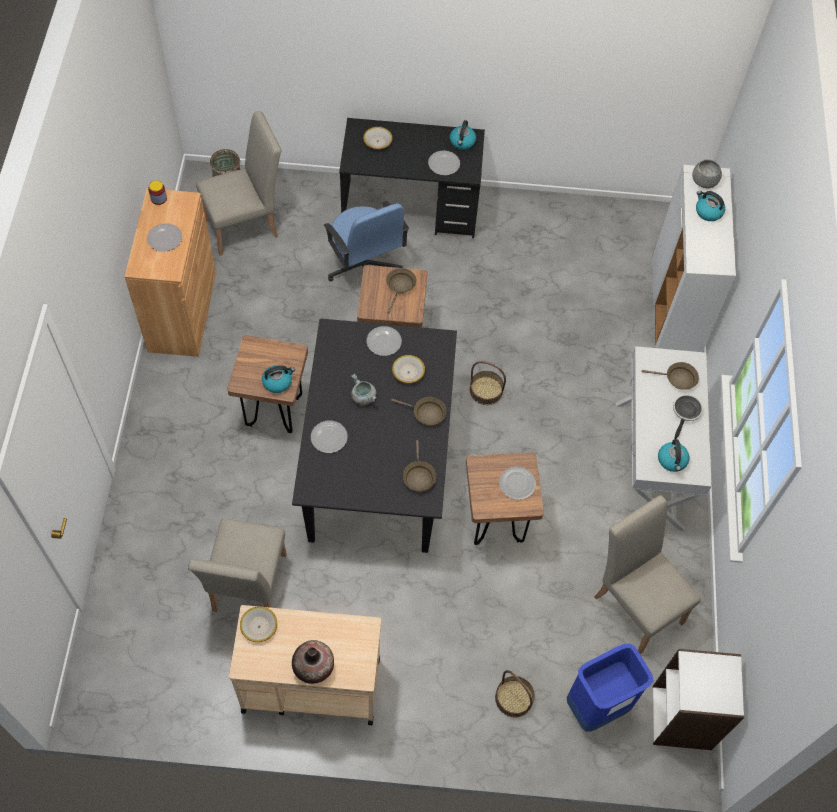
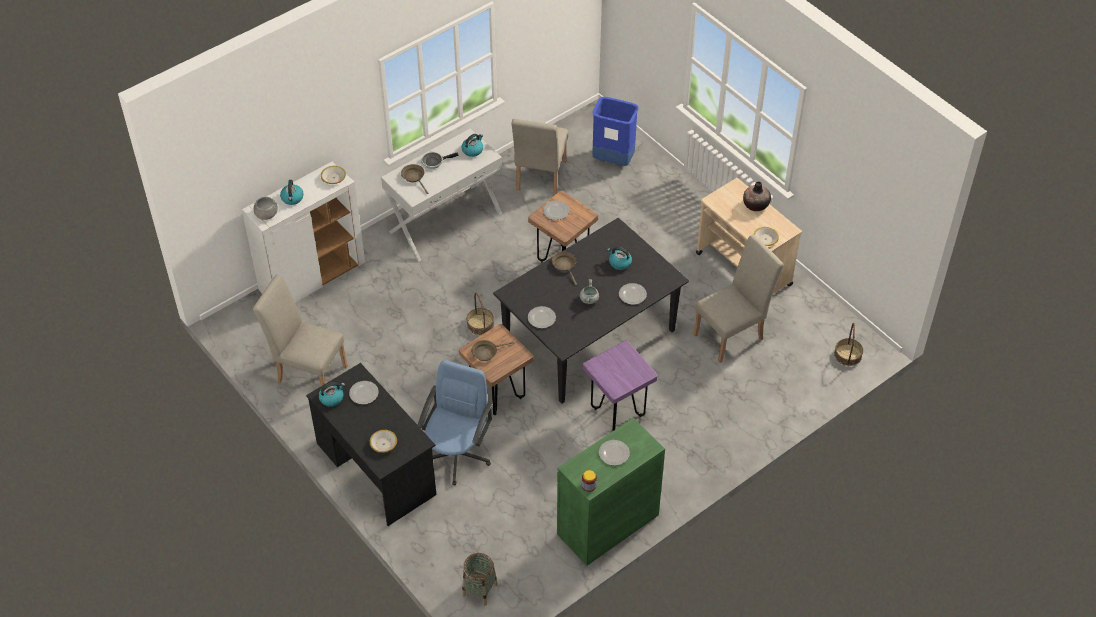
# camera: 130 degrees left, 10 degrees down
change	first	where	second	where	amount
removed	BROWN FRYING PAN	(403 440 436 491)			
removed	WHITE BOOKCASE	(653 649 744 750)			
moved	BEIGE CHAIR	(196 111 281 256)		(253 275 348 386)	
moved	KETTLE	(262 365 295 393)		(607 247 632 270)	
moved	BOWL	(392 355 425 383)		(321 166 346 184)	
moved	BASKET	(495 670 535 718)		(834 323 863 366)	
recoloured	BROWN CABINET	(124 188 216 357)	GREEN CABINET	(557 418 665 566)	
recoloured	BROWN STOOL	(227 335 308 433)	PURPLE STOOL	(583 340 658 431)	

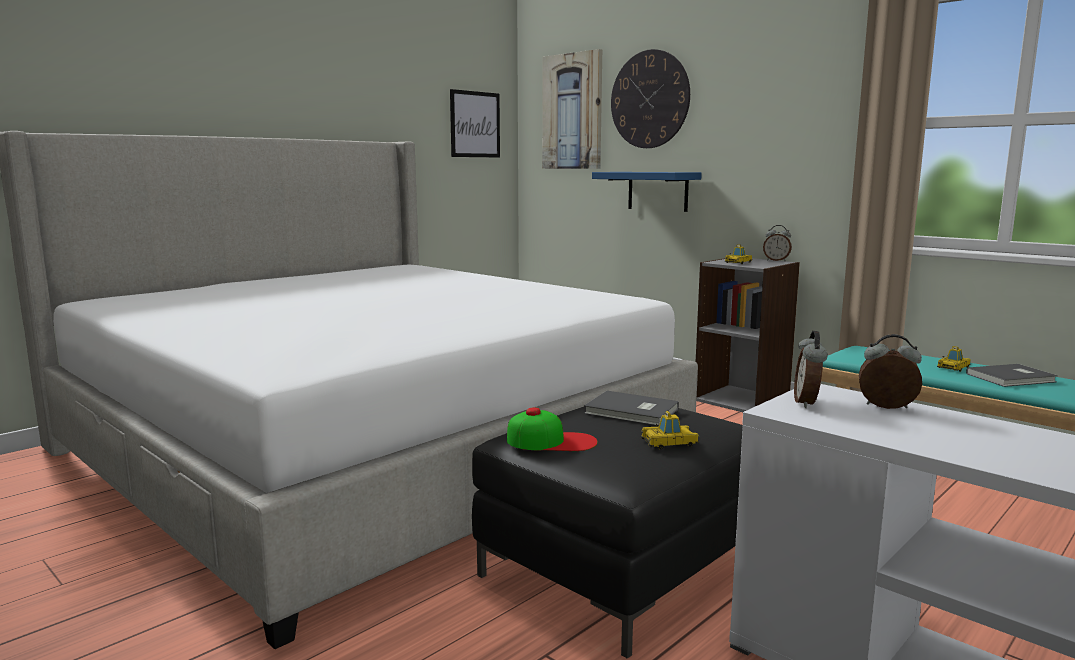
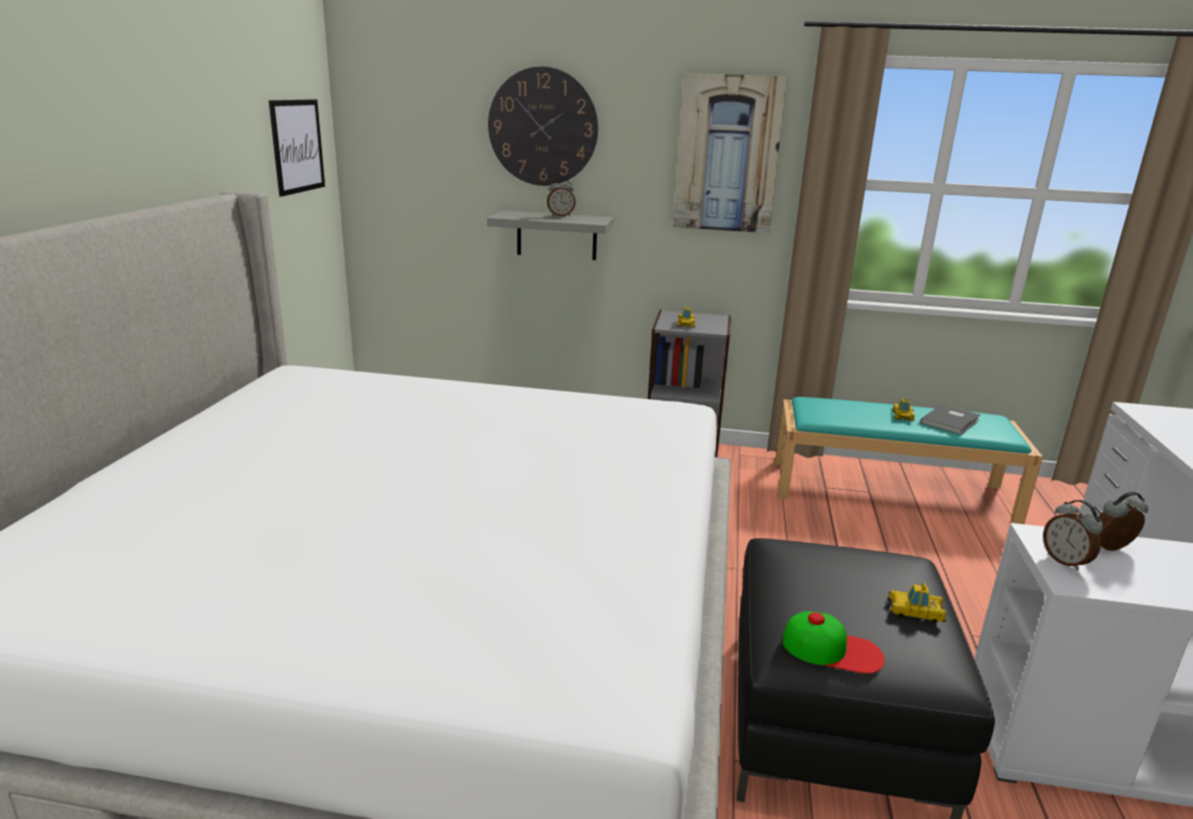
# camera: 35 degrees left, 10 degrees up
change	first	where	second	where	amount
removed	GREY BOOK	(584 391 679 426)			
moved	PICTURE	(542 49 602 169)		(673 73 787 233)	
moved	ALARM CLOCK	(763 225 792 261)		(547 178 575 217)	
recoloured	BLUE SHELF	(592 172 702 212)	GREY SHELF	(487 210 614 260)	
turned	CAP	(507 407 598 451)		(783 611 885 674)	45 degrees clockwise
turned	TOY CAR	(641 411 699 450)		(888 583 947 624)	120 degrees counterclockwise

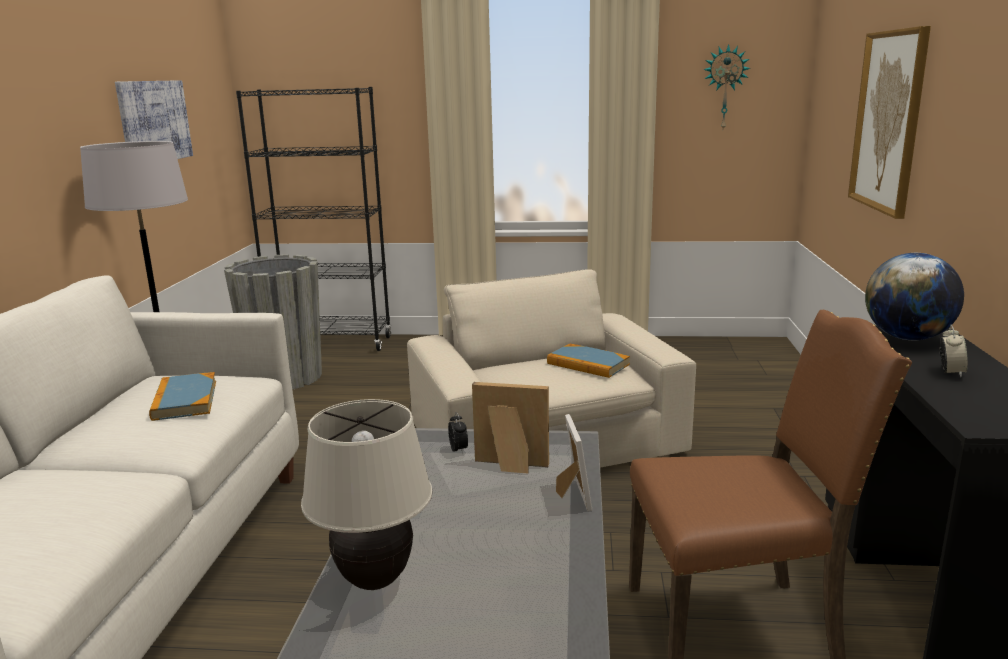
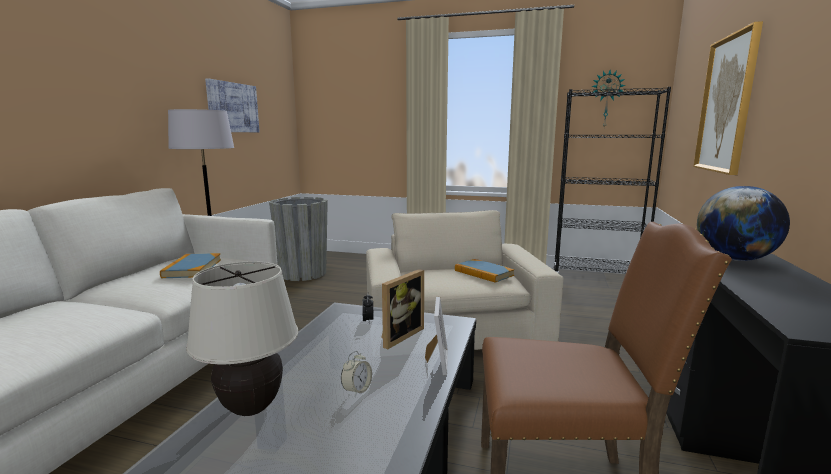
# camera: 10 degrees right, 5 degrees down
change	first	where	second	where	amount
moved	BLACK BOOKCASE	(236 87 392 351)		(553 87 671 273)	
moved	ALARM CLOCK	(939 325 968 377)		(341 351 372 397)	
turned	PICTURE FRAME	(472 382 549 474)		(381 269 424 349)	105 degrees clockwise

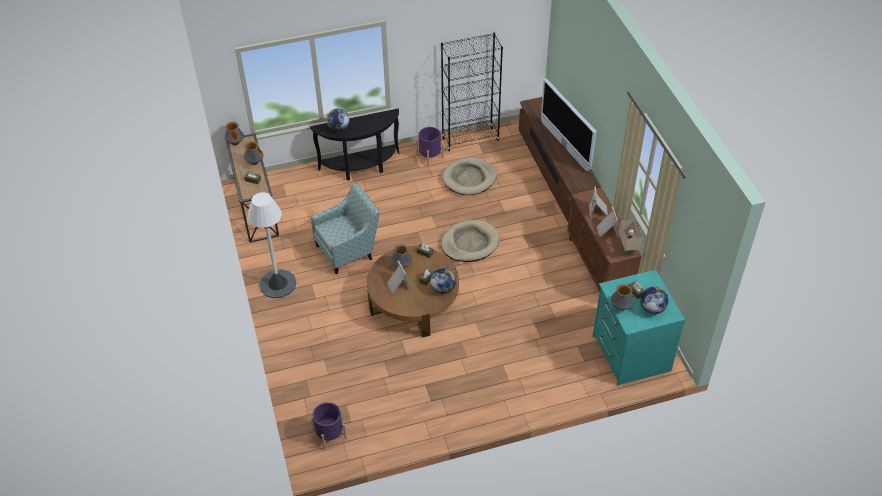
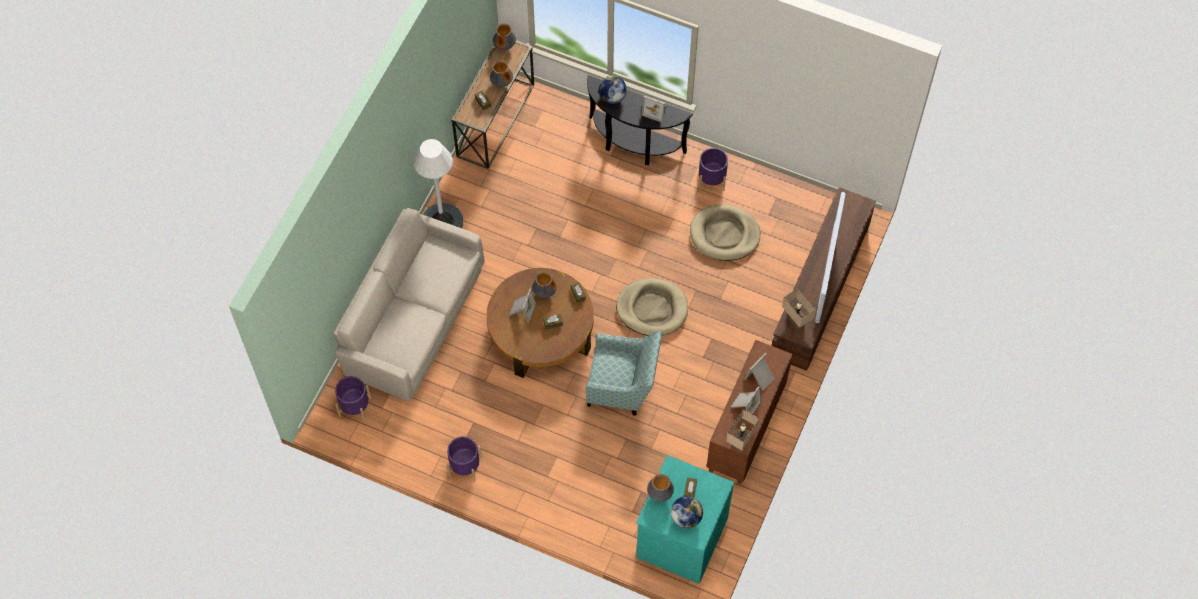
# camera: 40 degrees right, 15 degrees up
change	first	where	second	where	amount
removed	GLOBE	(430 268 456 294)			
removed	BLACK BOOKCASE	(441 33 503 151)			
added			BEIGE SOFA	(333 208 485 402)	
added			PURPLE PLANTER	(447 436 482 482)	
added			PICTURE FRAME	(642 96 667 123)	
added			BEIGE TABLE LAMP	(782 288 816 329)	
moved	ARMCHAIR	(311 183 380 274)		(586 331 662 416)	

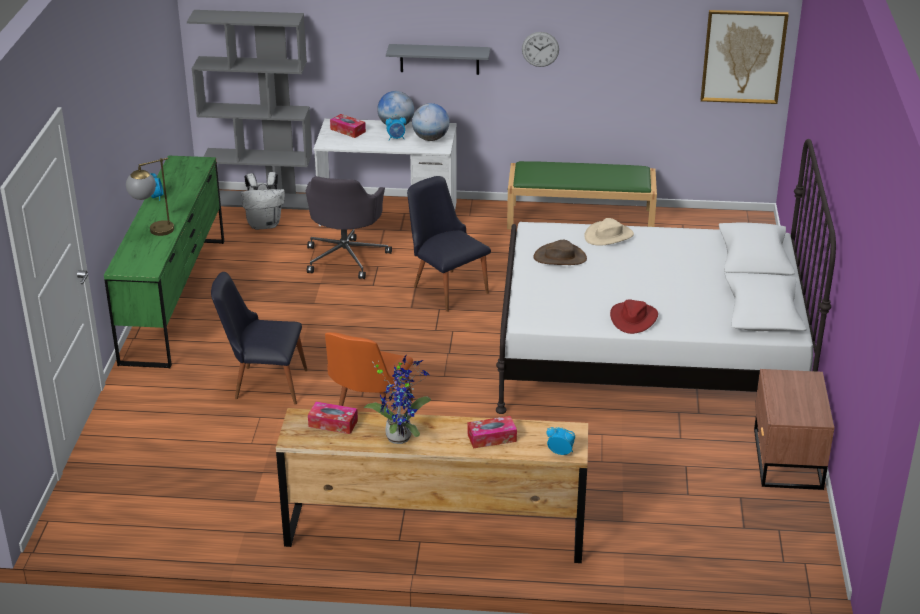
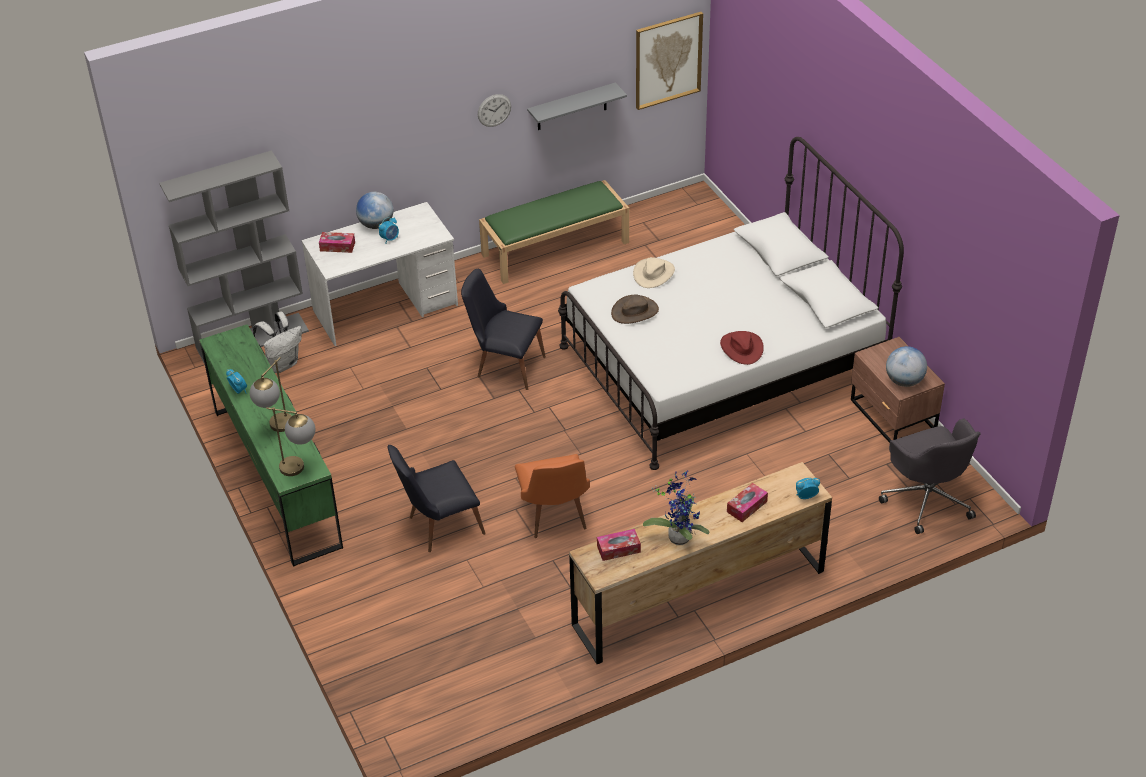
# camera: 30 degrees left, 10 degrees up
change	first	where	second	where	amount
added			TABLE LAMP	(266 407 315 476)	
moved	GREY OFFICE CHAIR	(306 176 392 279)		(879 419 980 534)	
moved	GREY SHELF	(386 44 490 75)		(527 83 627 130)	
moved	GLOBE	(412 103 449 141)		(886 346 927 387)	

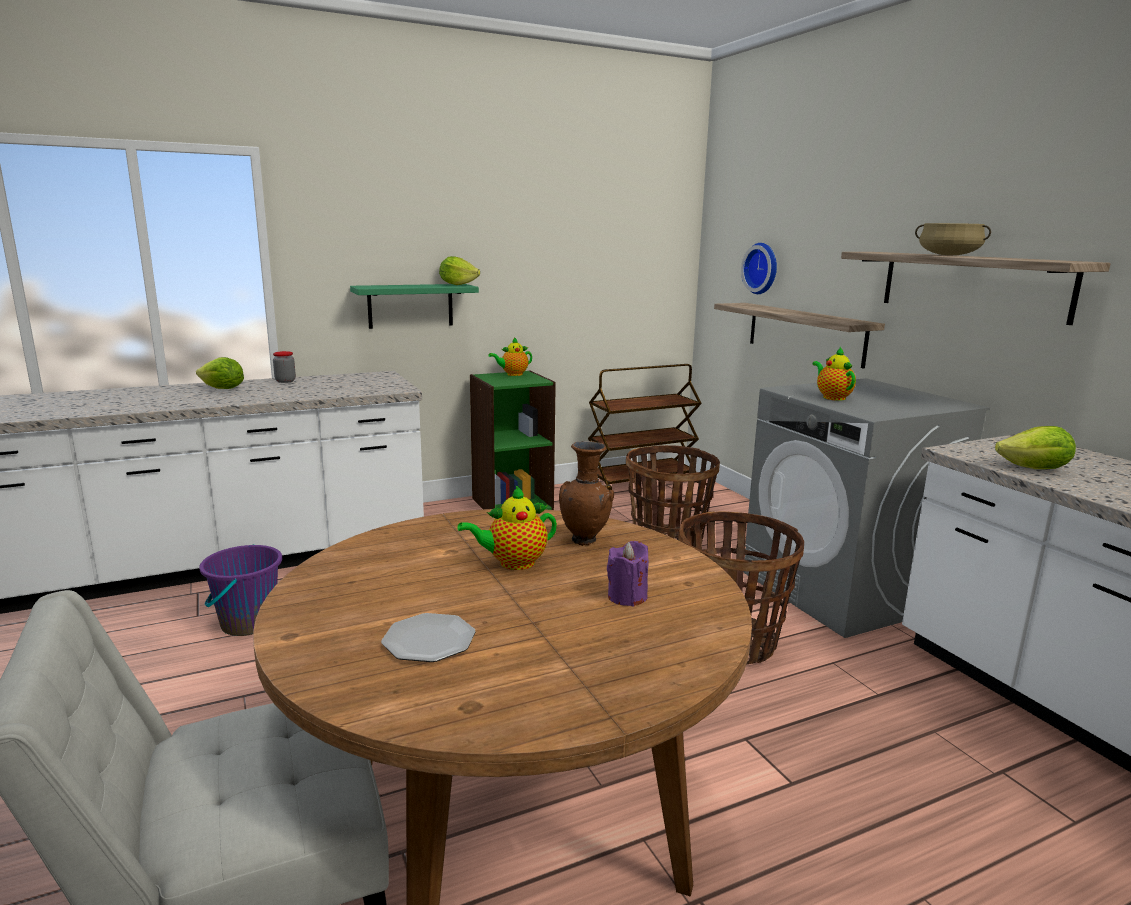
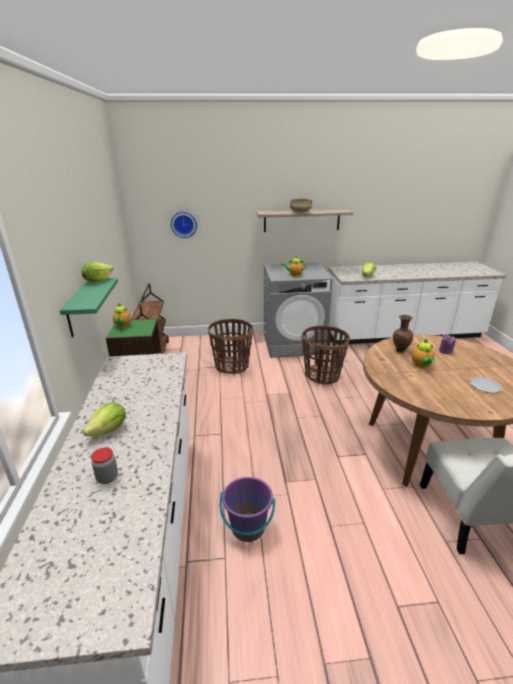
# camera: 70 degrees left, 10 degrees up
change	first	where	second	where	amount
removed	SHELF	(714 303 885 369)			
moved	JAR	(273 351 296 383)		(91 447 118 484)	

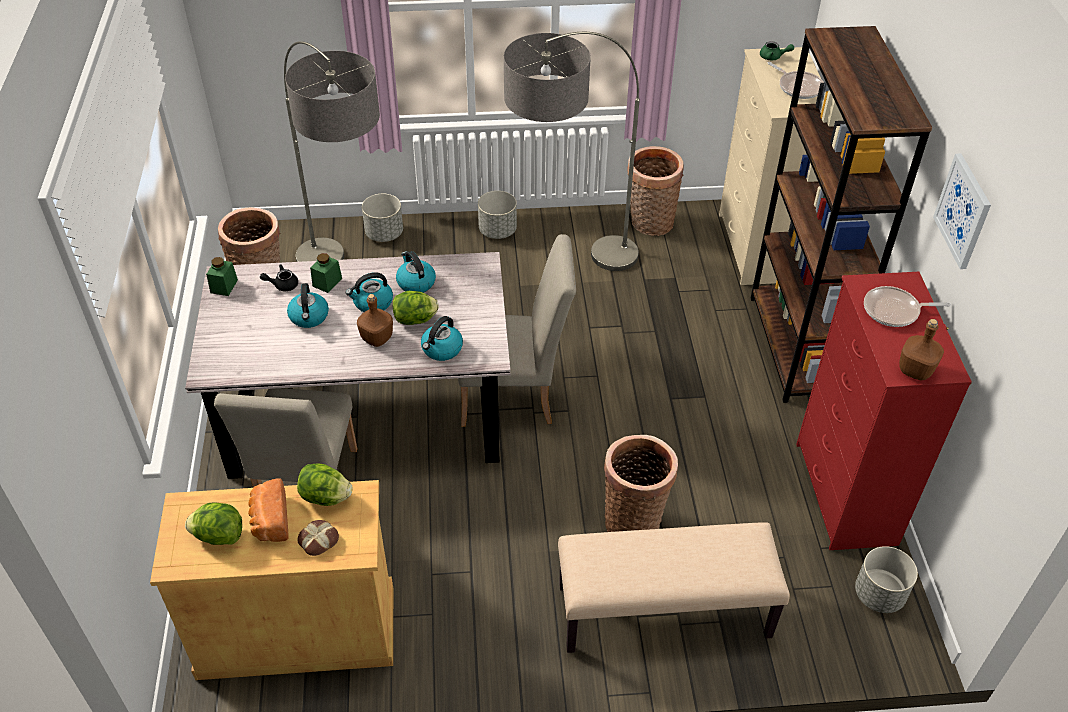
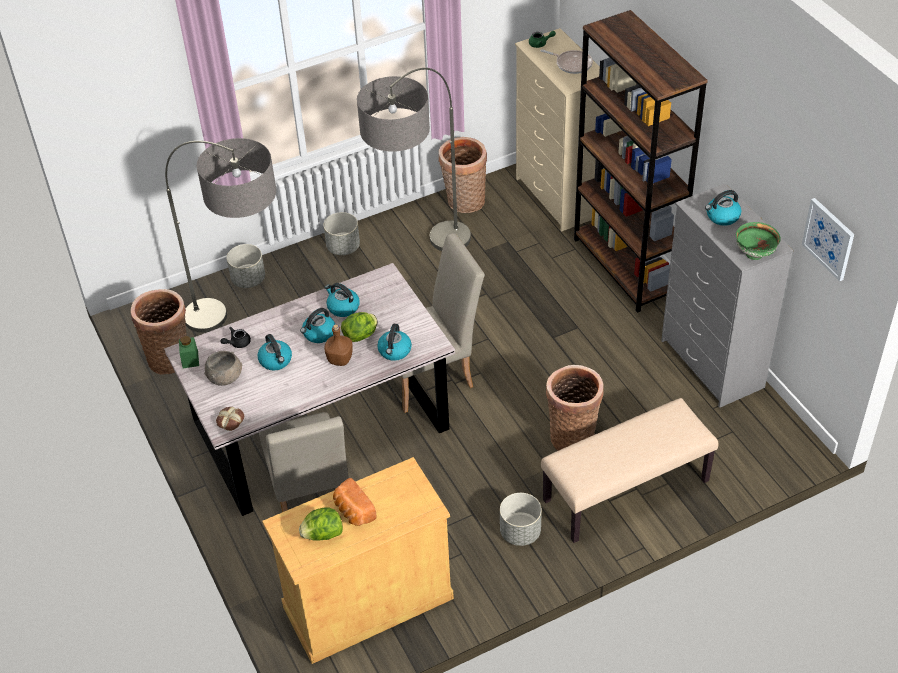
# camera: 20 degrees left, 0 degrees up
change	first	where	second	where	amount
removed	LETTUCE	(297 463 353 506)			
removed	GREEN JAR	(310 253 342 293)			
added			GREY BOWL	(204 351 243 386)	
moved	BREAD	(297 520 339 556)		(216 407 244 431)	
moved	GREY PLANTER	(855 546 918 613)		(500 493 542 546)	
moved	PICTURE	(933 153 991 269)		(802 198 854 281)	
replaced	FRYING PAN	(864 286 951 327)	KETTLE	(705 190 741 226)	
replaced	BROWN BOTTLE	(899 319 944 381)	GREEN BOWL	(736 222 781 260)	
recoloured	RED DRESSER	(796 272 972 550)	GREY DRESSER	(661 184 793 408)	

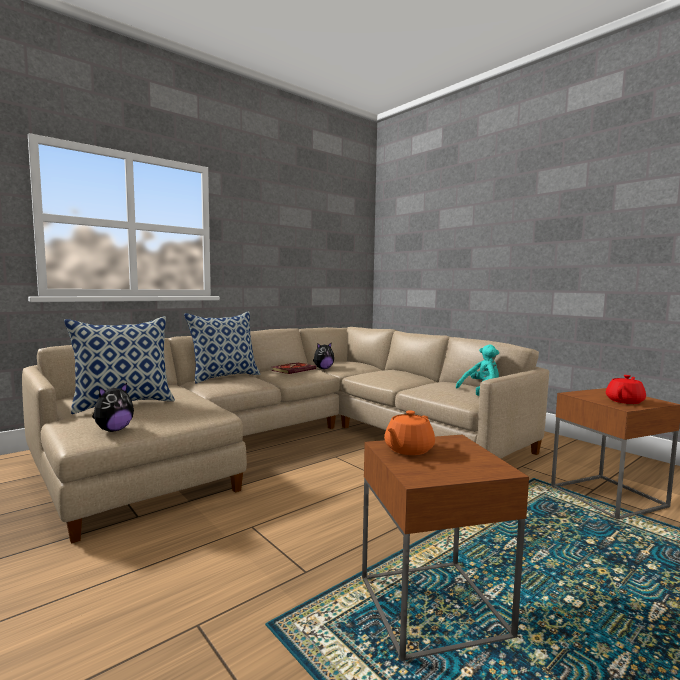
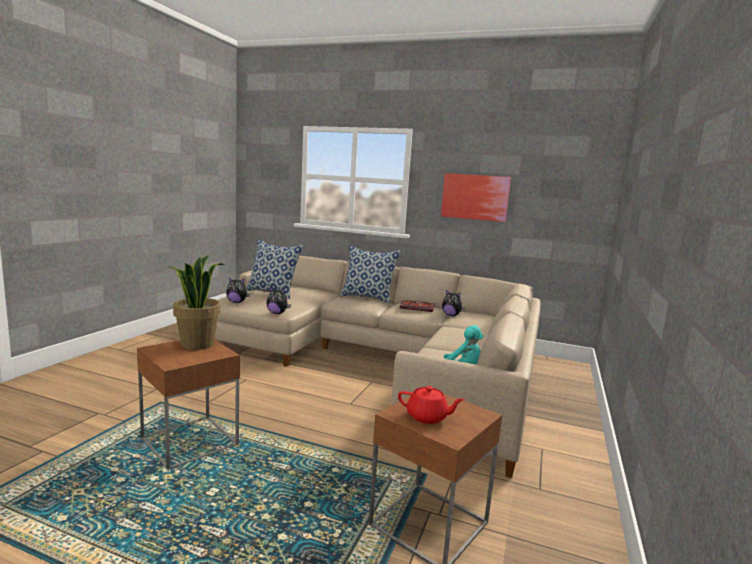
# camera: 60 degrees right, 5 degrees up
change	first	where	second	where	amount
added			PLUSH TOY	(266 287 291 314)	
added			PICTURE	(441 173 511 222)	
replaced	ORANGE TEAPOT	(384 410 435 455)	POTTED PLANT	(170 255 224 350)	

